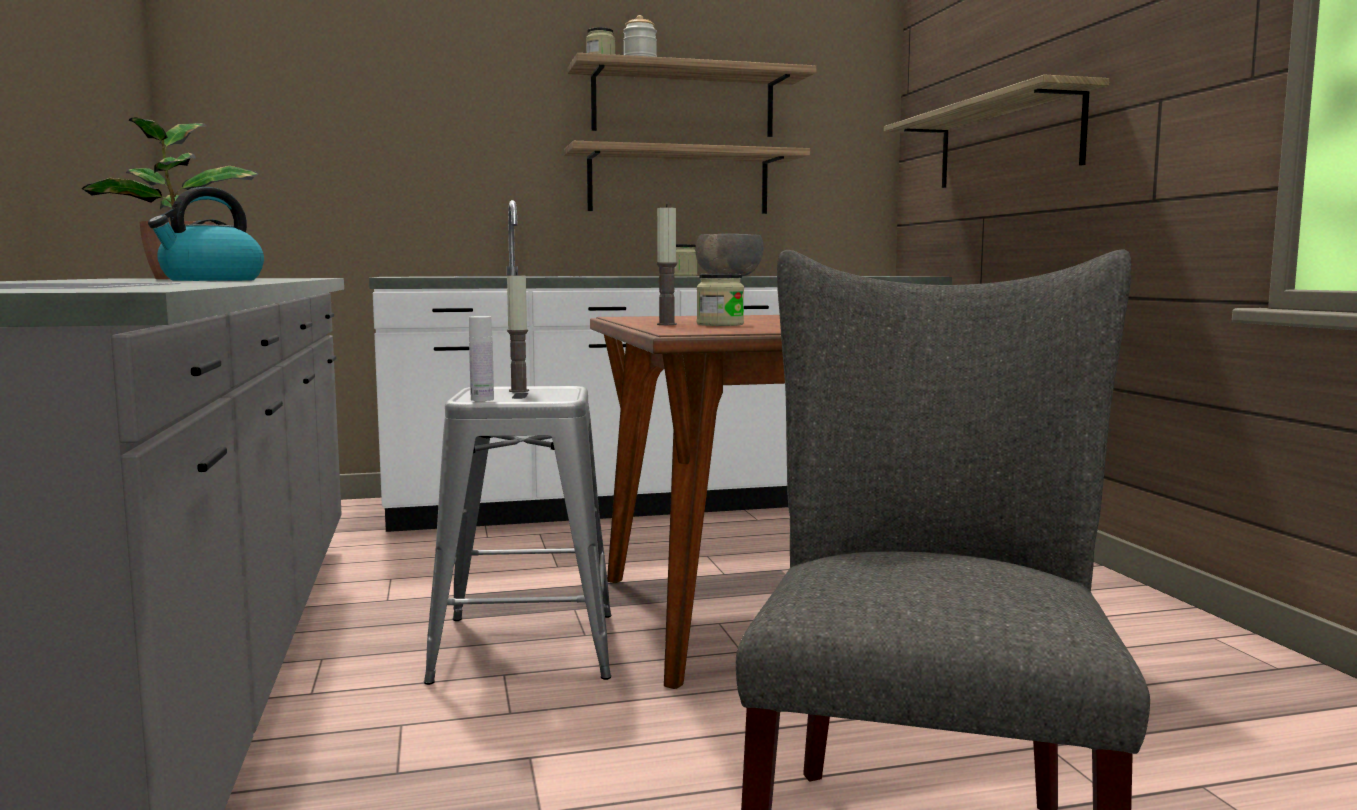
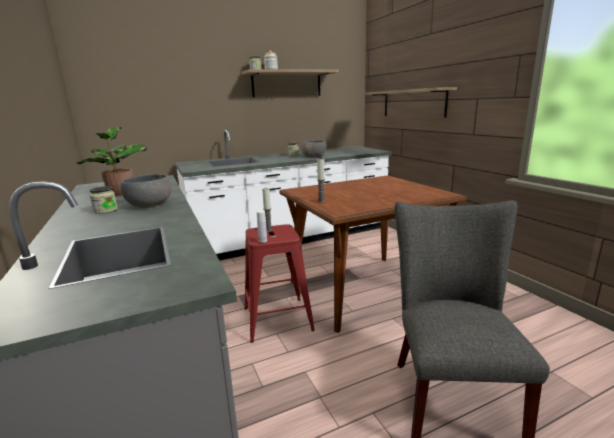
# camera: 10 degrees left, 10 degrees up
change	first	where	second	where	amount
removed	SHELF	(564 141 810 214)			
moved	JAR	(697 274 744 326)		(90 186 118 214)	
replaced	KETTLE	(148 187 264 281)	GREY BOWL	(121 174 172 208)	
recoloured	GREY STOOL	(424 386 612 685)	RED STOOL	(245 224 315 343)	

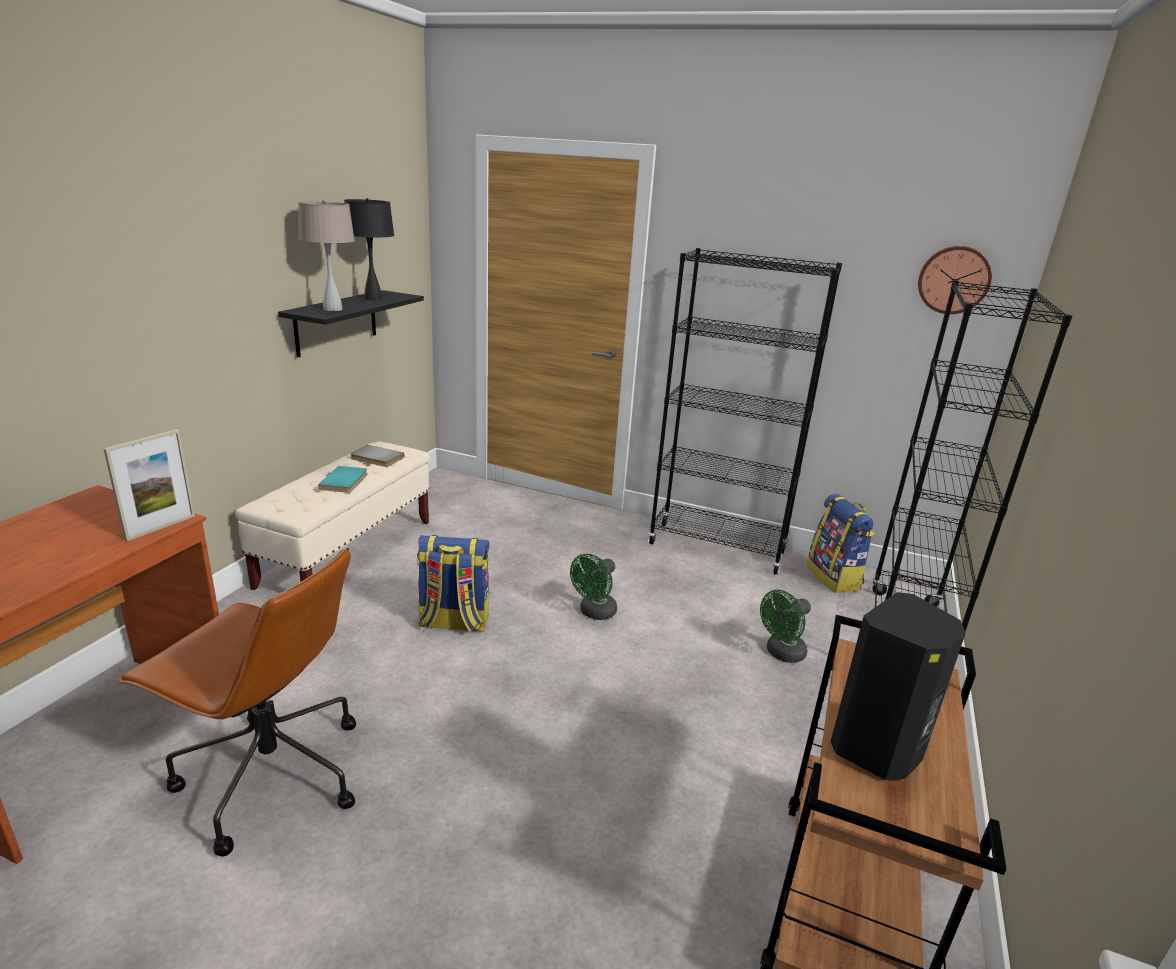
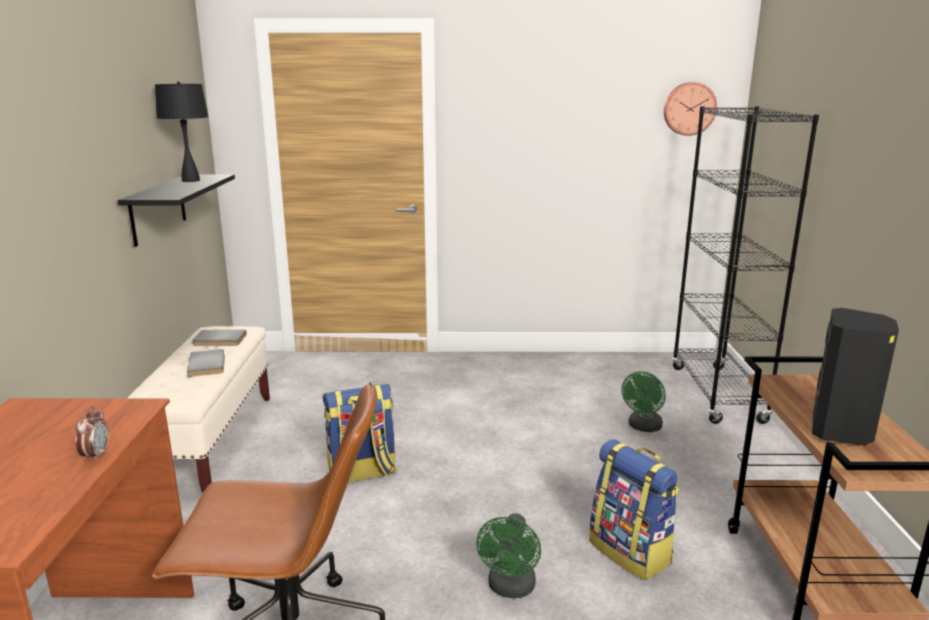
# camera: 20 degrees left, 5 degrees down
change	first	where	second	where	amount
removed	PICTURE FRAME	(104 429 195 541)			
removed	BEIGE TABLE LAMP	(298 200 355 311)			
removed	BLACK BOOKCASE	(648 248 842 575)			
added			ALARM CLOCK	(76 406 109 462)	
moved	GREEN FAN	(570 553 617 620)		(476 513 541 598)	
moved	BACKPACK	(807 494 875 593)		(589 439 679 580)	
recoloured	TURQUOISE BOOK	(318 466 367 493)	GREY BOOK	(187 349 225 377)	

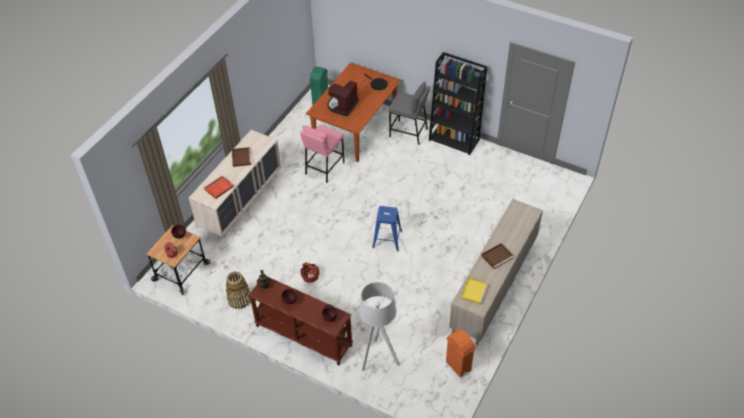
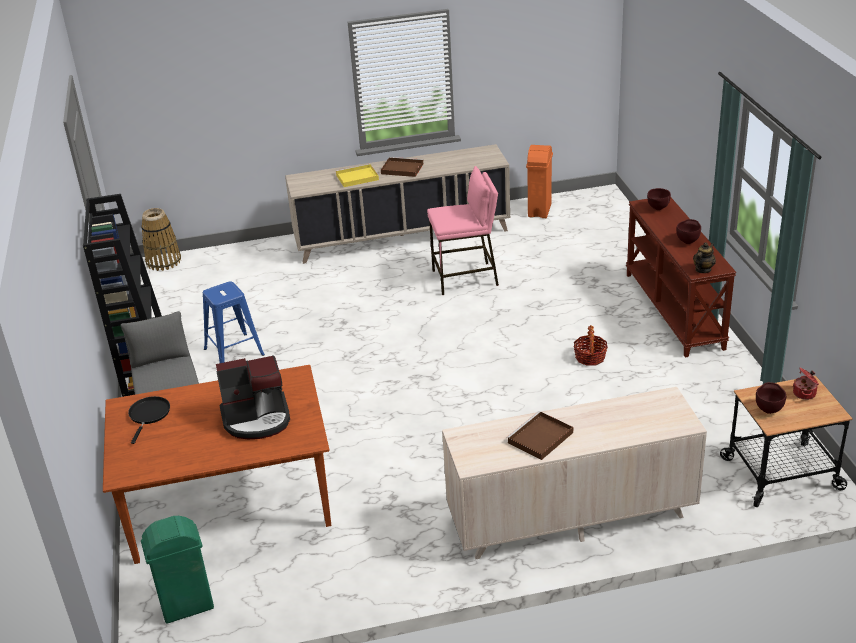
# camera: 130 degrees left, 15 degrees down
change	first	where	second	where	amount
removed	RED TRAY	(204 175 234 199)			
removed	GREY FLOOR LAMP	(359 282 400 373)			
moved	BASKET	(226 271 251 309)		(141 208 181 271)	
moved	PINK STOOL	(300 125 345 183)		(427 166 499 295)	
moved	BLUE STOOL	(372 206 402 251)		(203 281 265 363)	
moved	YELLOW TRAY	(460 277 489 304)		(336 164 379 187)	

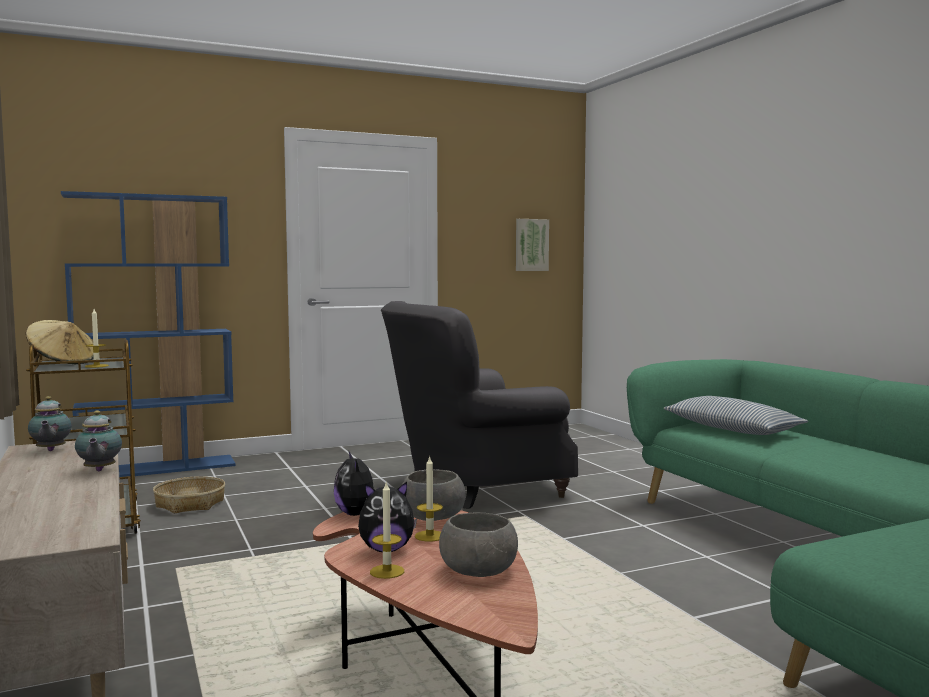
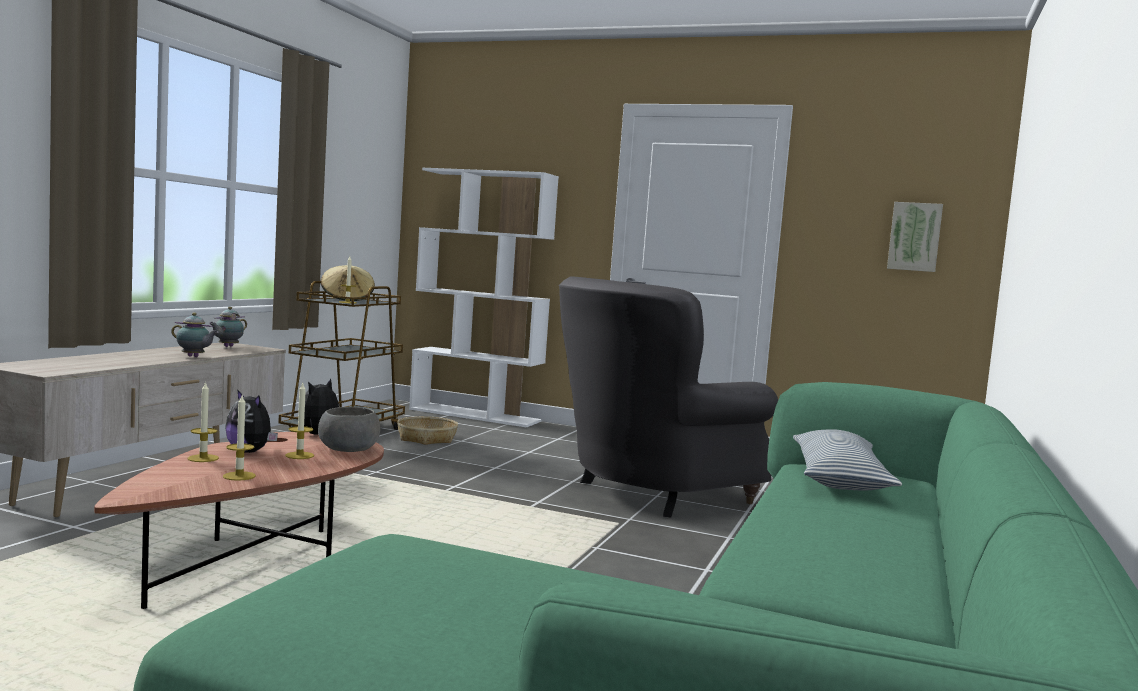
# camera: 45 degrees right, 0 degrees up
change	first	where	second	where	amount
replaced	GREY BOWL	(439 513 518 577)	CANDLE	(223 396 256 481)	
recoloured	BLUE BOOKCASE	(61 191 236 477)	WHITE BOOKCASE	(409 168 559 427)	
turned	TEAPOT	(75 410 122 471)		(171 312 219 357)	105 degrees counterclockwise
turned	GREY ARMCHAIR	(381 301 578 509)		(559 276 778 517)	60 degrees counterclockwise

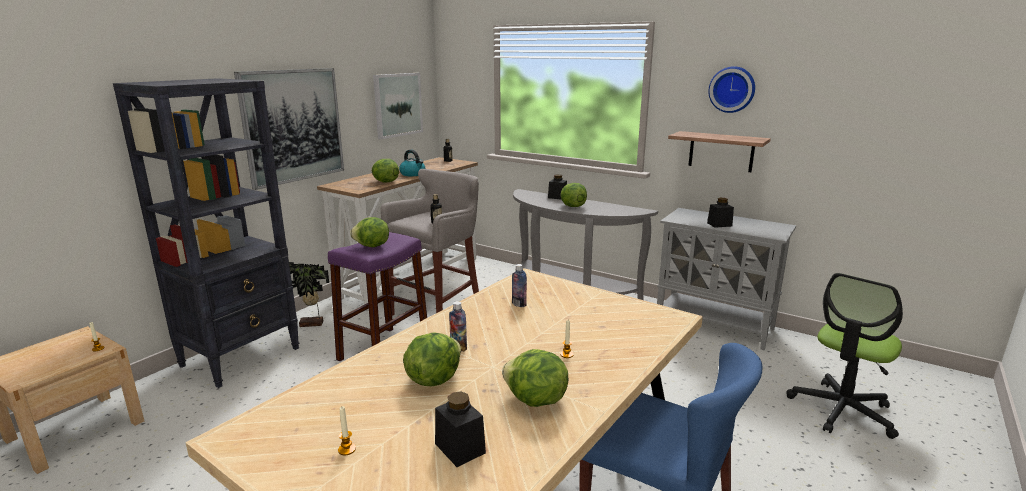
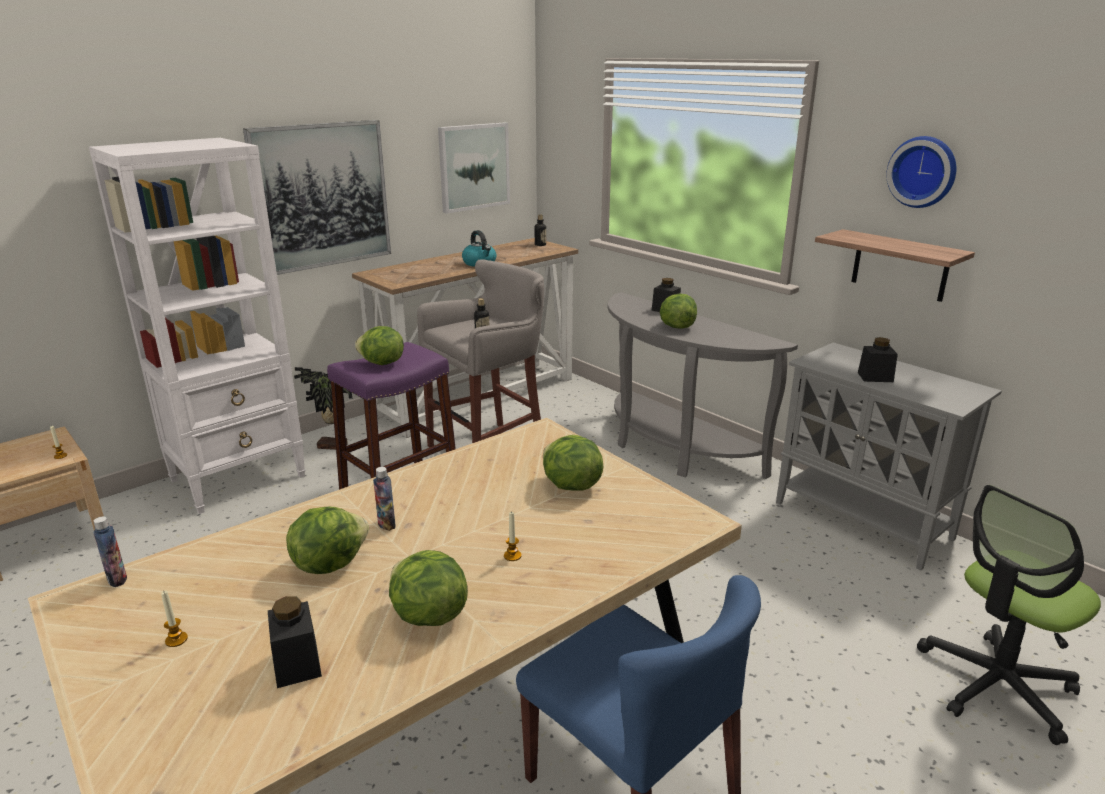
# camera: 15 degrees right, 5 degrees up
change	first	where	second	where	amount
moved	LETTUCE	(371 159 399 183)		(543 435 604 490)	
moved	BOTTLE	(512 264 527 307)		(93 516 127 587)	
recoloured	BLACK BOOKCASE	(113 78 299 388)	WHITE BOOKCASE	(89 138 306 514)	

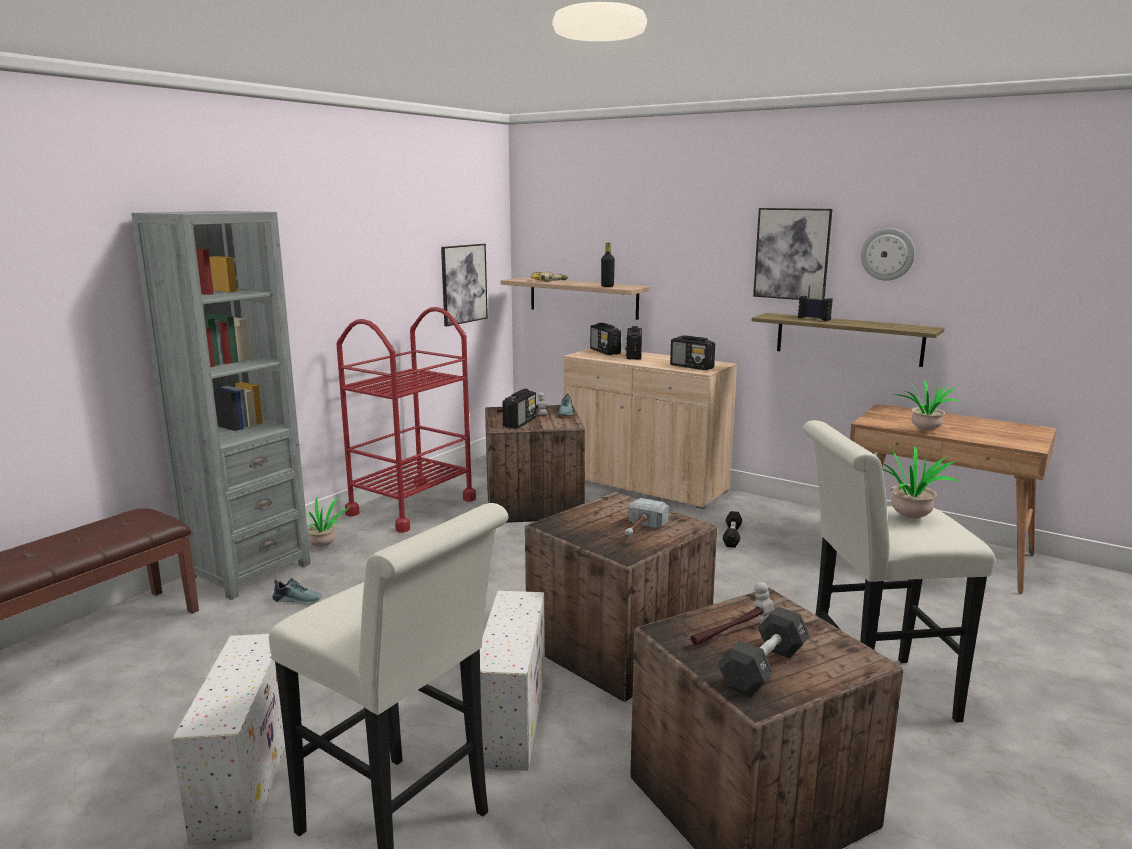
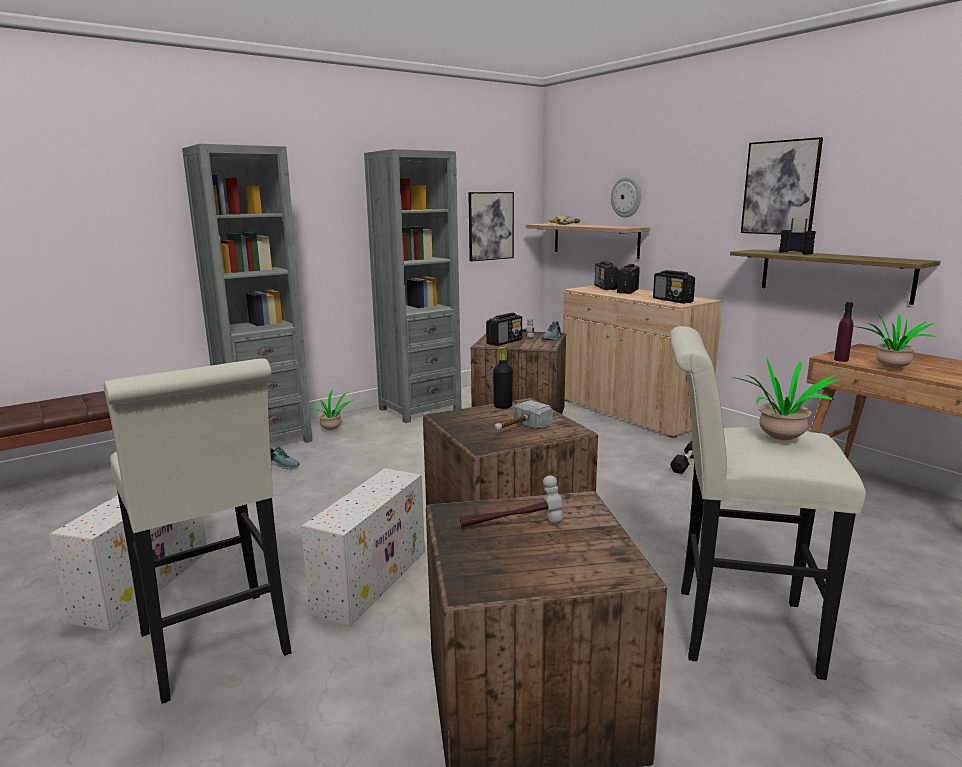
# camera: 20 degrees right, 0 degrees up
change	first	where	second	where	amount
removed	BLACK DUMBBELL	(717 607 810 697)			
added			PURPLE BOTTLE	(834 302 853 362)	
moved	BLACK BOTTLE	(601 242 615 287)		(493 347 513 409)	
moved	WALL CLOCK	(861 228 915 281)		(611 177 641 218)	
replaced	RED CART	(336 307 476 533)	GREY BOOKCASE	(364 149 462 423)	

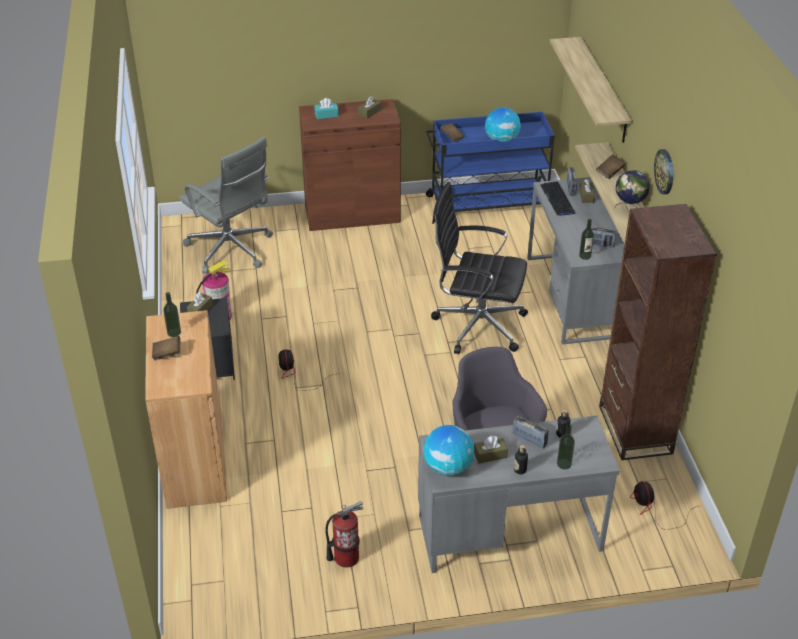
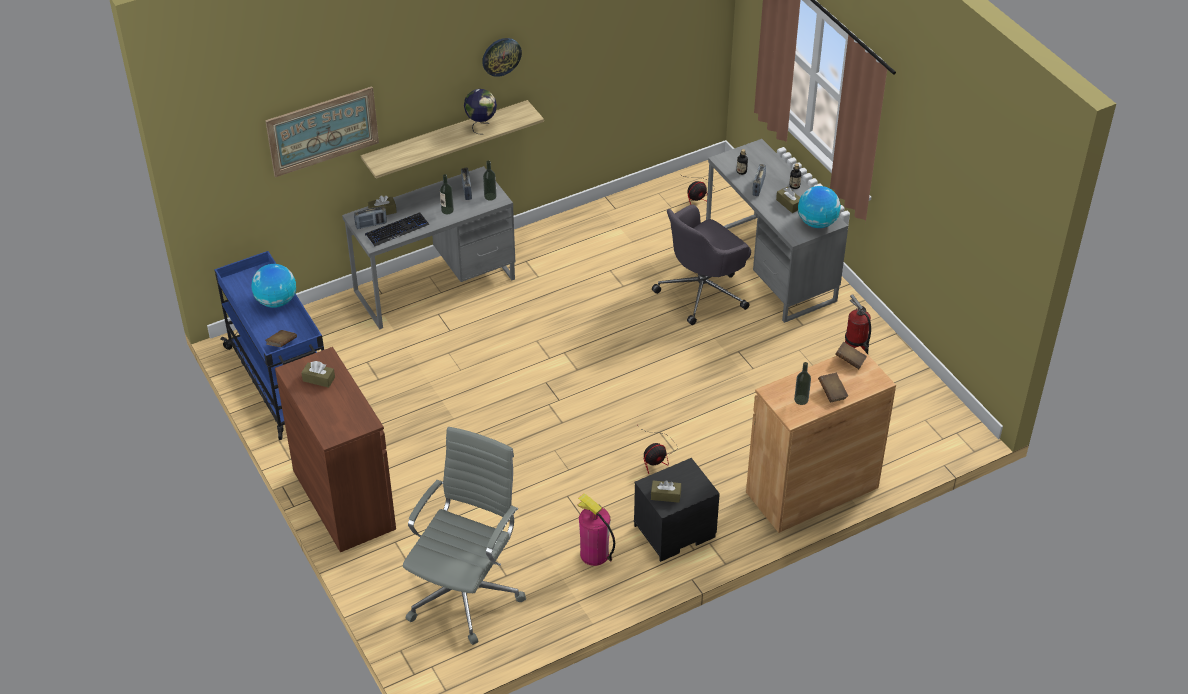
# camera: 110 degrees left, 5 degrees up
change	first	where	second	where	amount
removed	TURQUOISE TISSUE BOX	(314 98 339 119)			
removed	BLACK OFFICE CHAIR	(431 182 528 354)			
removed	BROWN BOOKCASE	(599 204 717 460)			
moved	BOTTLE	(557 424 575 469)		(440 174 454 214)	
moved	BROWN BOOK	(596 154 625 179)		(835 342 867 369)	
replaced	SHELF	(550 37 632 143)	PICTURE	(265 87 379 177)	

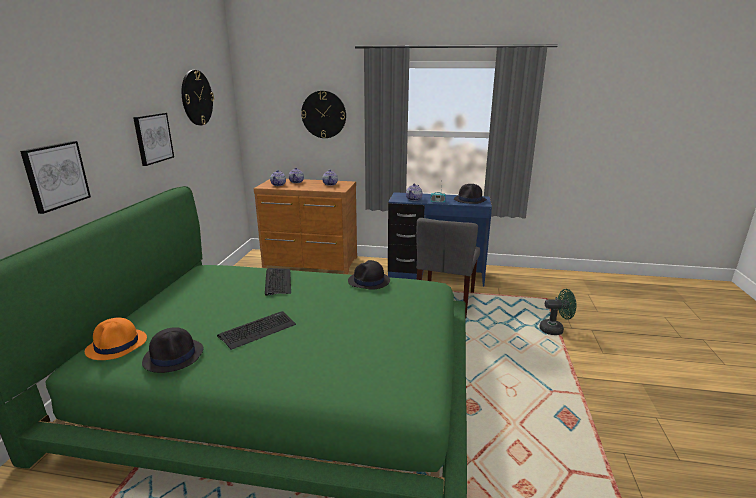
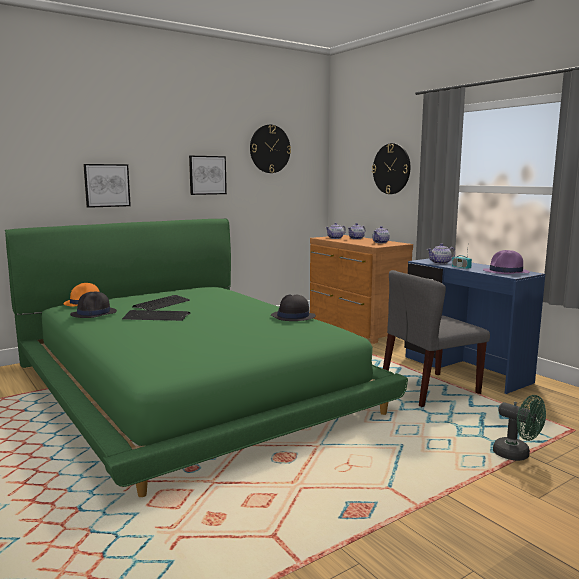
# camera: 45 degrees right, 10 degrees down
change	first	where	second	where	amount
moved	KEYBOARD	(265 268 291 296)		(132 295 190 310)	
recoloured	BLACK HAT	(454 184 487 204)	PURPLE HAT	(483 250 530 274)	

